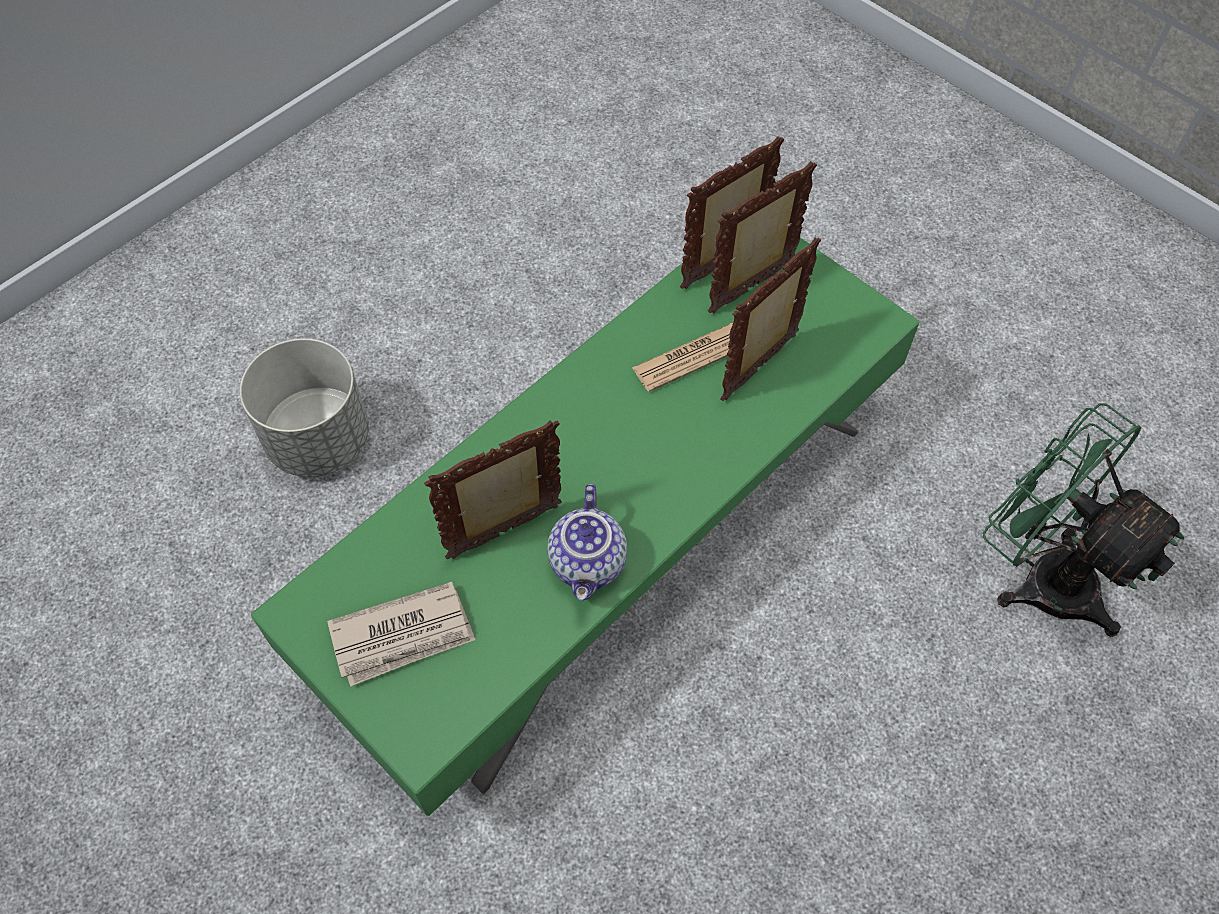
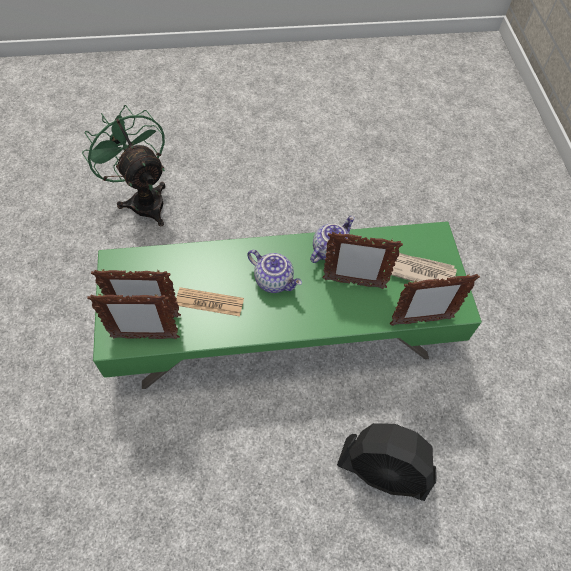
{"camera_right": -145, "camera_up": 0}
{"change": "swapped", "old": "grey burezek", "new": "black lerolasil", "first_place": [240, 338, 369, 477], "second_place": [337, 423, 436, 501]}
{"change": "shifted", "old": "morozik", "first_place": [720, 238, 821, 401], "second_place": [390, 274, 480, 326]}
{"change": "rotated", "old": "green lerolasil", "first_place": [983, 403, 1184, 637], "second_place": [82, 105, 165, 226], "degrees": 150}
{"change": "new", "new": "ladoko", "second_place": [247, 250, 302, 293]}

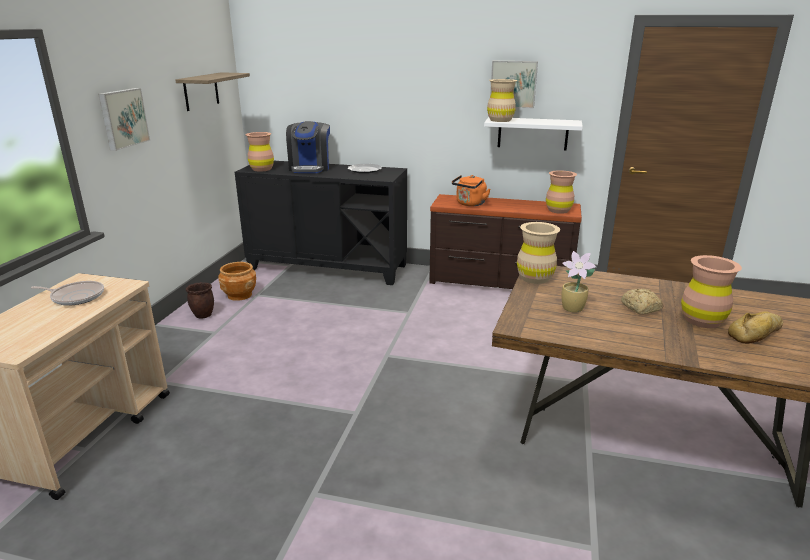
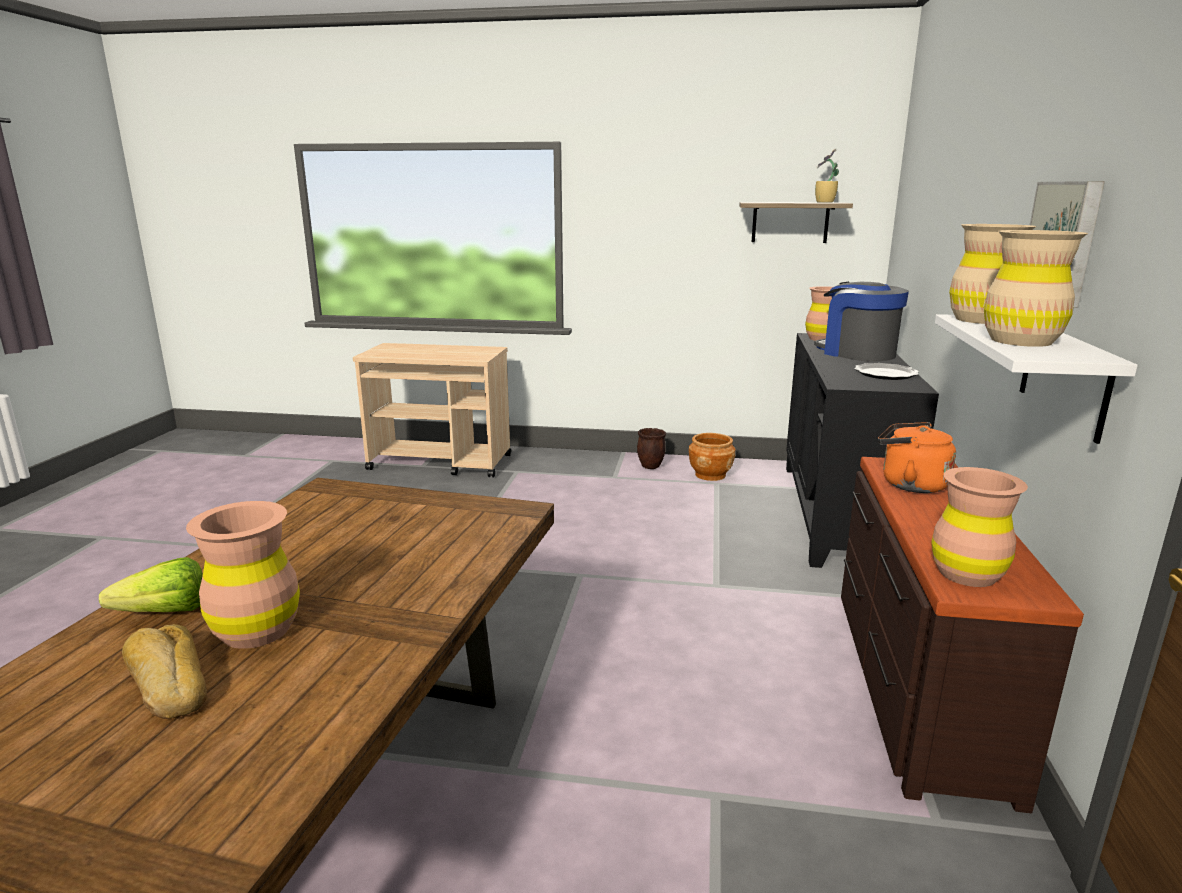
{"camera_right": 85, "camera_up": -5}
{"change": "gone", "old": "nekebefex", "first_place": [31, 281, 104, 306]}
{"change": "gone", "old": "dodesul", "first_place": [98, 88, 150, 151]}
{"change": "rotated", "old": "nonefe", "first_place": [286, 121, 330, 173], "second_place": [814, 282, 909, 361], "degrees": 60}
{"change": "shifted", "old": "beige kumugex", "first_place": [517, 222, 560, 284], "second_place": [984, 230, 1088, 347]}
{"change": "shifted", "old": "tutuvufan", "first_place": [561, 251, 596, 313], "second_place": [815, 148, 839, 203]}
{"change": "gone", "old": "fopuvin", "first_place": [621, 289, 664, 315]}
{"change": "new", "new": "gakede", "second_place": [99, 557, 203, 612]}

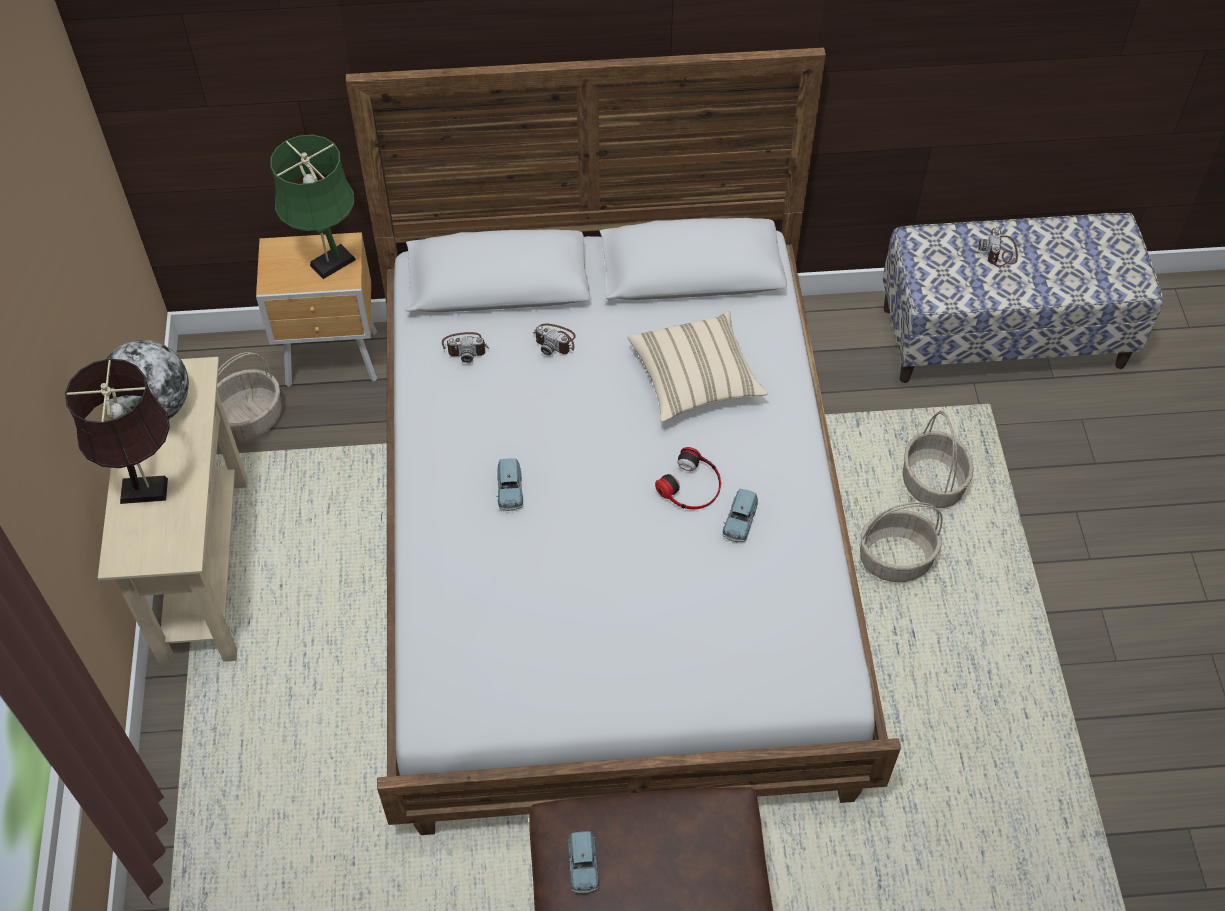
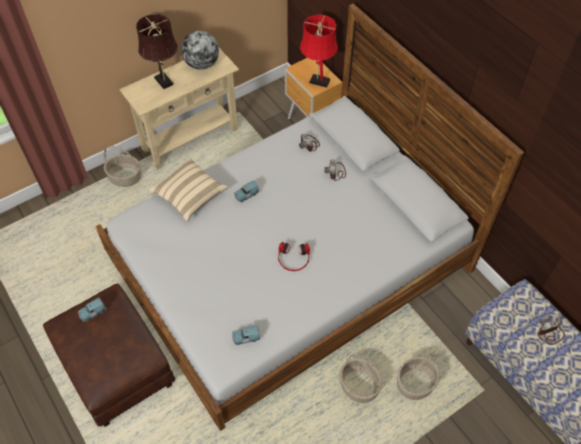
{"camera_right": 60, "camera_up": 0}
{"change": "shifted", "old": "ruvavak", "first_place": [217, 352, 282, 441], "second_place": [104, 146, 141, 187]}
{"change": "repainted", "old": "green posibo", "new": "red posibo", "first_place": [270, 135, 356, 279], "second_place": [300, 15, 338, 87]}
{"change": "shifted", "old": "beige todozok", "first_place": [627, 311, 768, 422], "second_place": [149, 158, 228, 221]}
{"change": "shifted", "old": "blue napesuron", "first_place": [723, 489, 758, 542], "second_place": [232, 325, 260, 345]}

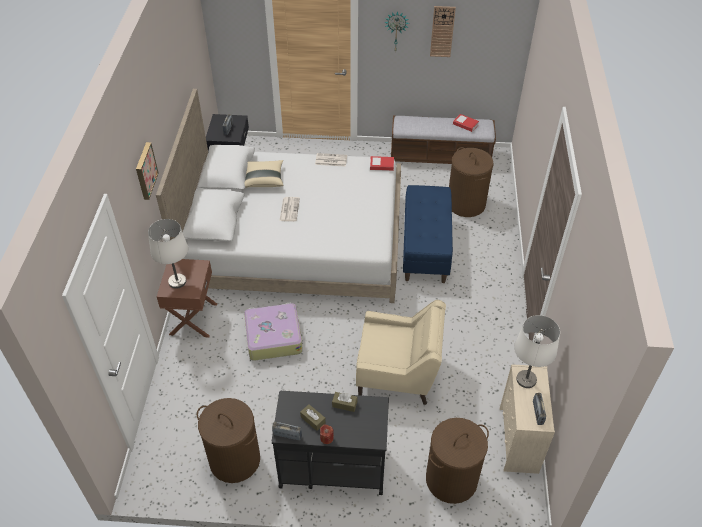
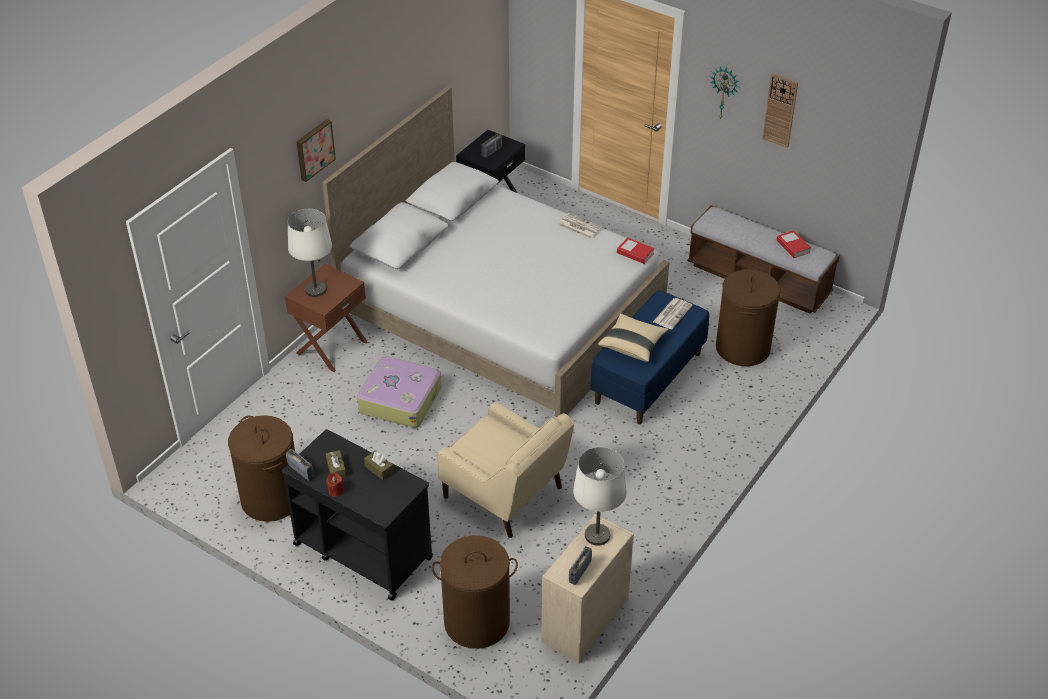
{"camera_right": 30, "camera_up": -5}
{"change": "shifted", "old": "beige todozok", "first_place": [244, 160, 284, 188], "second_place": [598, 313, 668, 362]}
{"change": "shifted", "old": "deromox", "first_place": [279, 197, 300, 221], "second_place": [653, 298, 693, 329]}

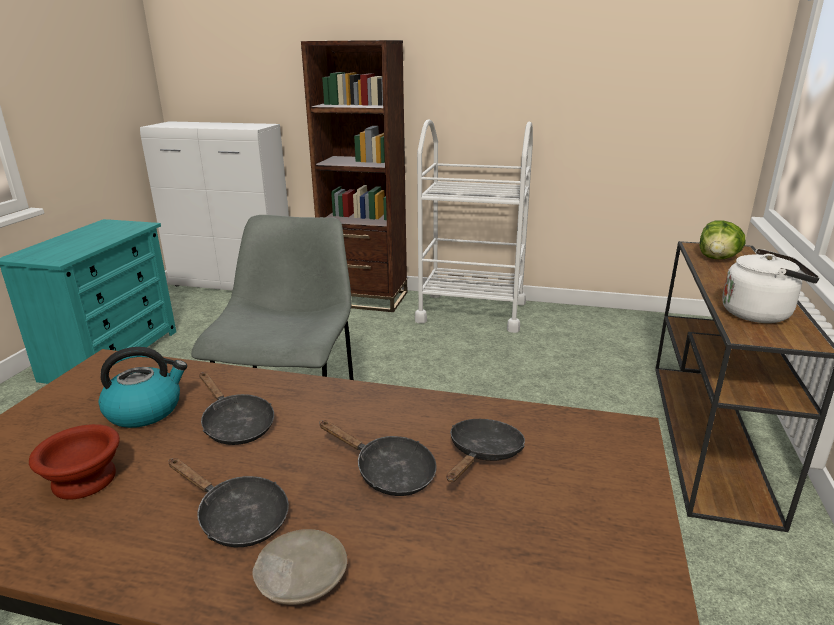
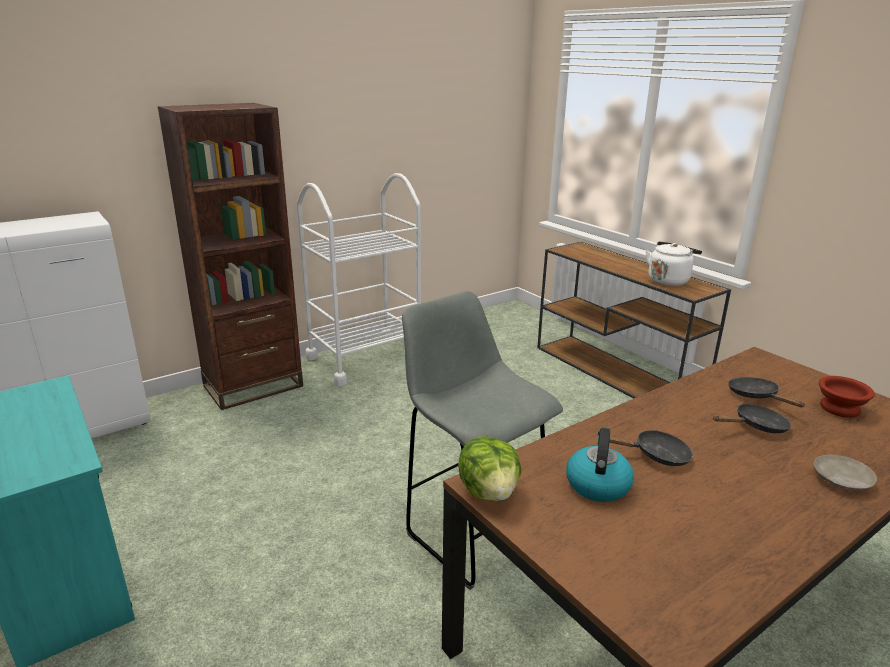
{"camera_right": -50, "camera_up": 0}
{"change": "shifted", "old": "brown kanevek", "first_place": [29, 424, 120, 500], "second_place": [819, 376, 875, 418]}
{"change": "gone", "old": "black nekebefex", "first_place": [168, 458, 289, 547]}
{"change": "shifted", "old": "gakede", "first_place": [700, 220, 746, 259], "second_place": [458, 436, 521, 501]}

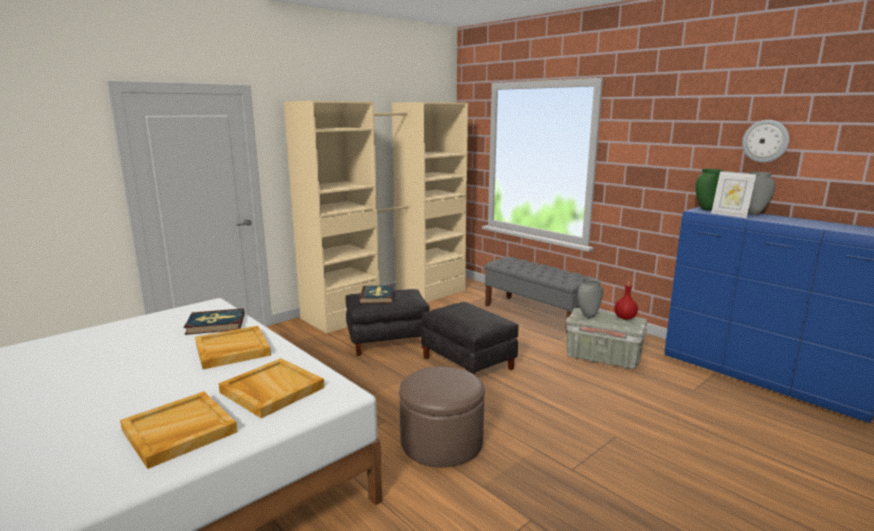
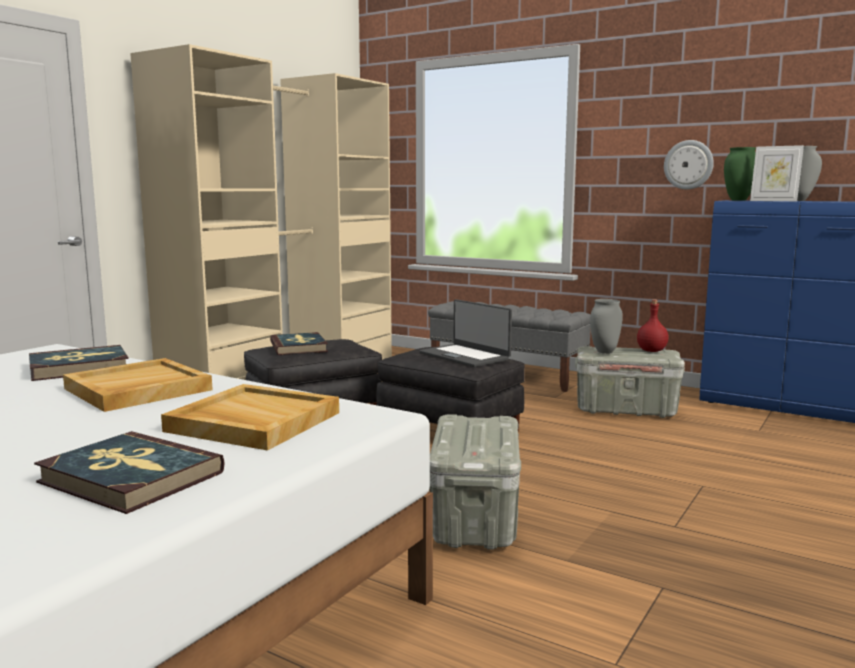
{"camera_right": -15, "camera_up": -5}
{"change": "swapped", "old": "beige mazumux", "new": "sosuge", "first_place": [120, 391, 238, 469], "second_place": [34, 431, 225, 514]}
{"change": "swapped", "old": "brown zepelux", "new": "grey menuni", "first_place": [399, 366, 485, 467], "second_place": [429, 414, 521, 550]}
{"change": "shifted", "old": "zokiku", "first_place": [742, 120, 789, 163], "second_place": [664, 140, 714, 190]}
{"change": "new", "new": "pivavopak", "second_place": [420, 299, 512, 367]}

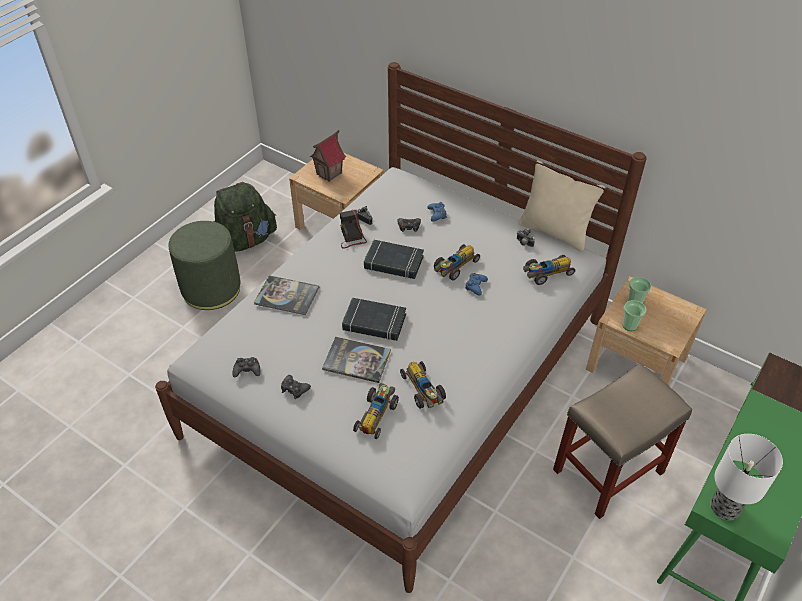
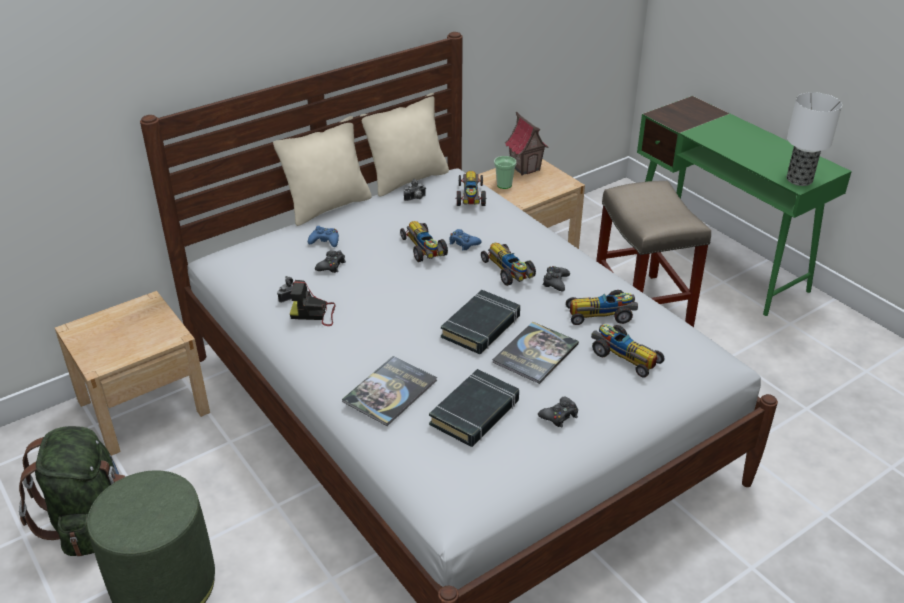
{"camera_right": -70, "camera_up": -10}
{"change": "shifted", "old": "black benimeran", "first_place": [232, 357, 261, 378], "second_place": [542, 266, 570, 291]}
{"change": "shifted", "old": "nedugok", "first_place": [309, 130, 346, 182], "second_place": [505, 112, 548, 175]}
{"change": "shifted", "old": "black sosuge", "first_place": [364, 240, 424, 279], "second_place": [429, 369, 519, 447]}
{"change": "gone", "old": "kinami", "first_place": [622, 300, 646, 331]}
{"change": "new", "new": "beige todozok", "second_place": [273, 116, 372, 226]}
{"change": "new", "new": "napesuron", "second_place": [481, 243, 536, 286]}

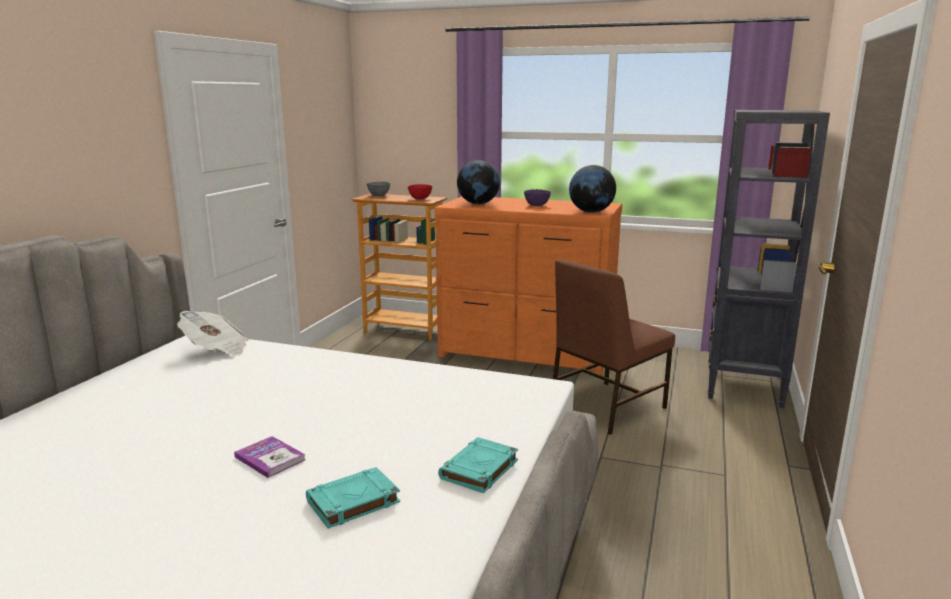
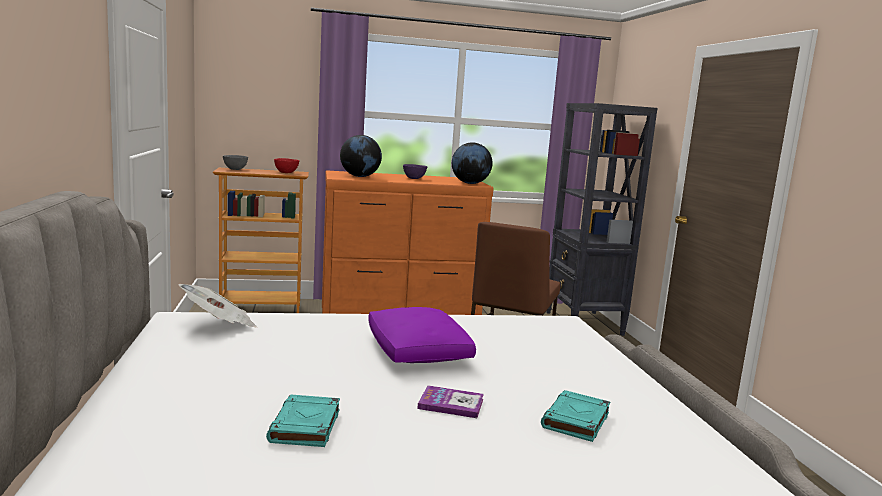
{"camera_right": -30, "camera_up": -5}
{"change": "shifted", "old": "turquoise sosuge", "first_place": [438, 437, 518, 493], "second_place": [266, 395, 340, 447]}
{"change": "new", "new": "purple todozok", "second_place": [368, 307, 476, 363]}

